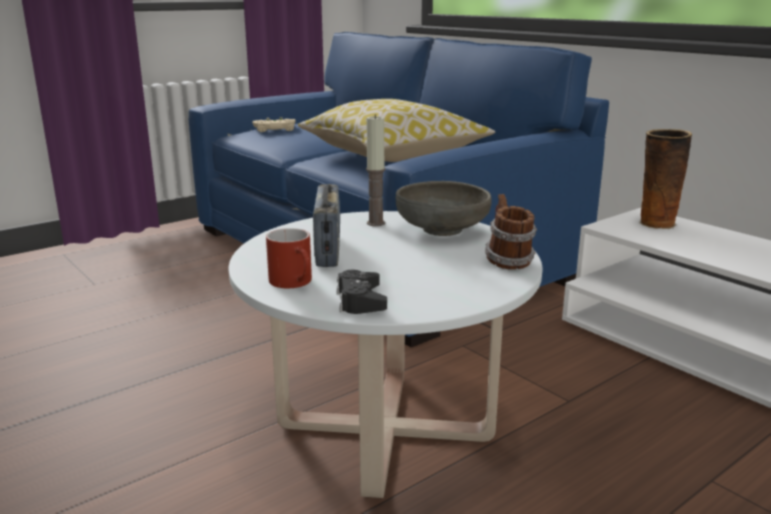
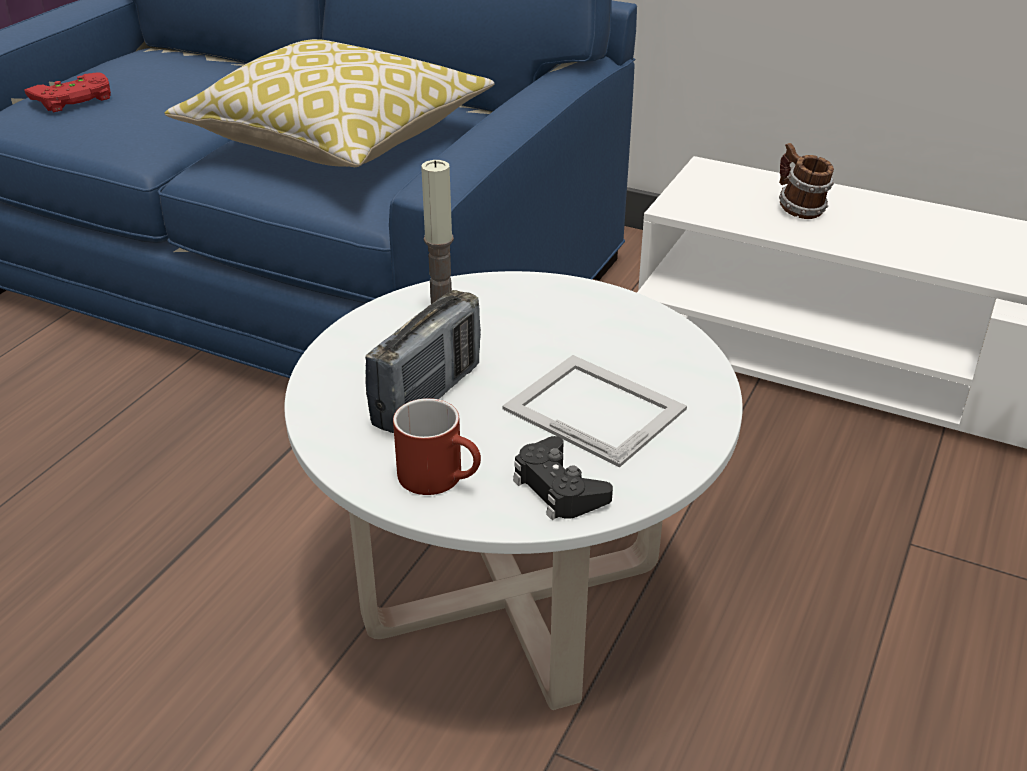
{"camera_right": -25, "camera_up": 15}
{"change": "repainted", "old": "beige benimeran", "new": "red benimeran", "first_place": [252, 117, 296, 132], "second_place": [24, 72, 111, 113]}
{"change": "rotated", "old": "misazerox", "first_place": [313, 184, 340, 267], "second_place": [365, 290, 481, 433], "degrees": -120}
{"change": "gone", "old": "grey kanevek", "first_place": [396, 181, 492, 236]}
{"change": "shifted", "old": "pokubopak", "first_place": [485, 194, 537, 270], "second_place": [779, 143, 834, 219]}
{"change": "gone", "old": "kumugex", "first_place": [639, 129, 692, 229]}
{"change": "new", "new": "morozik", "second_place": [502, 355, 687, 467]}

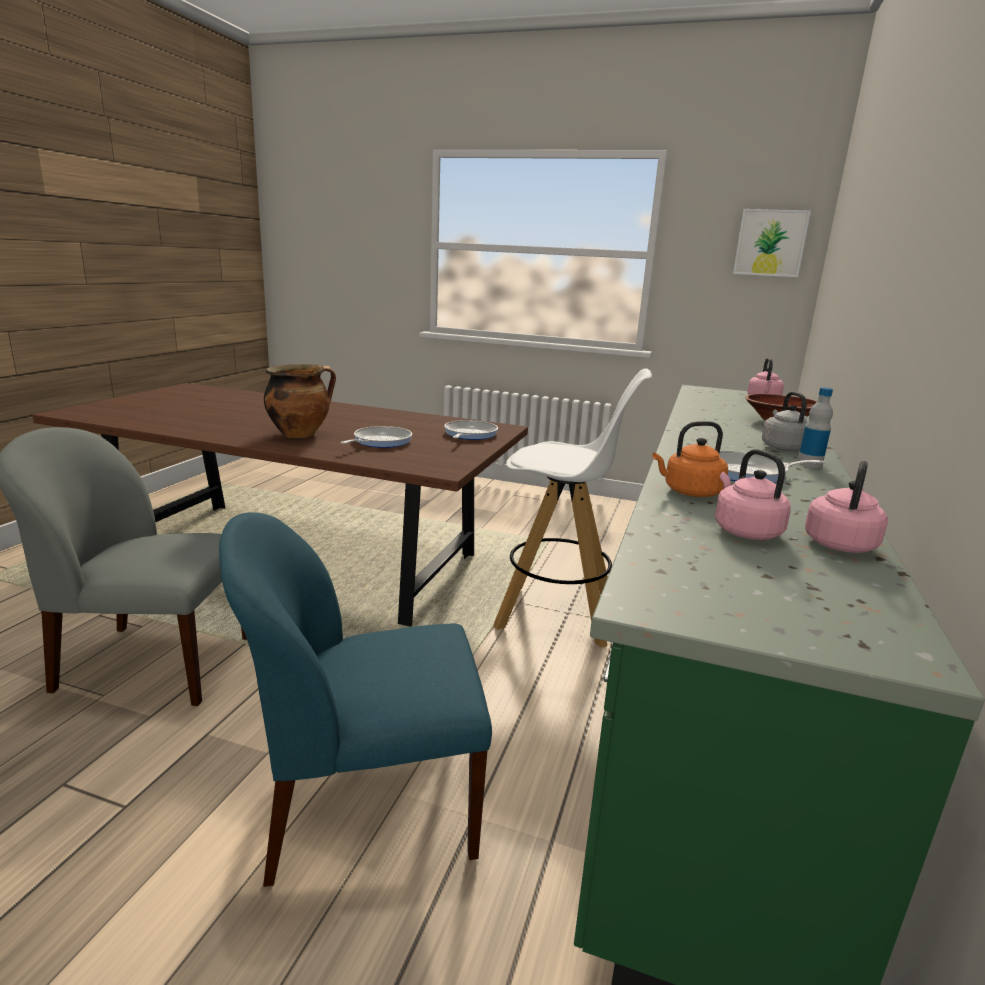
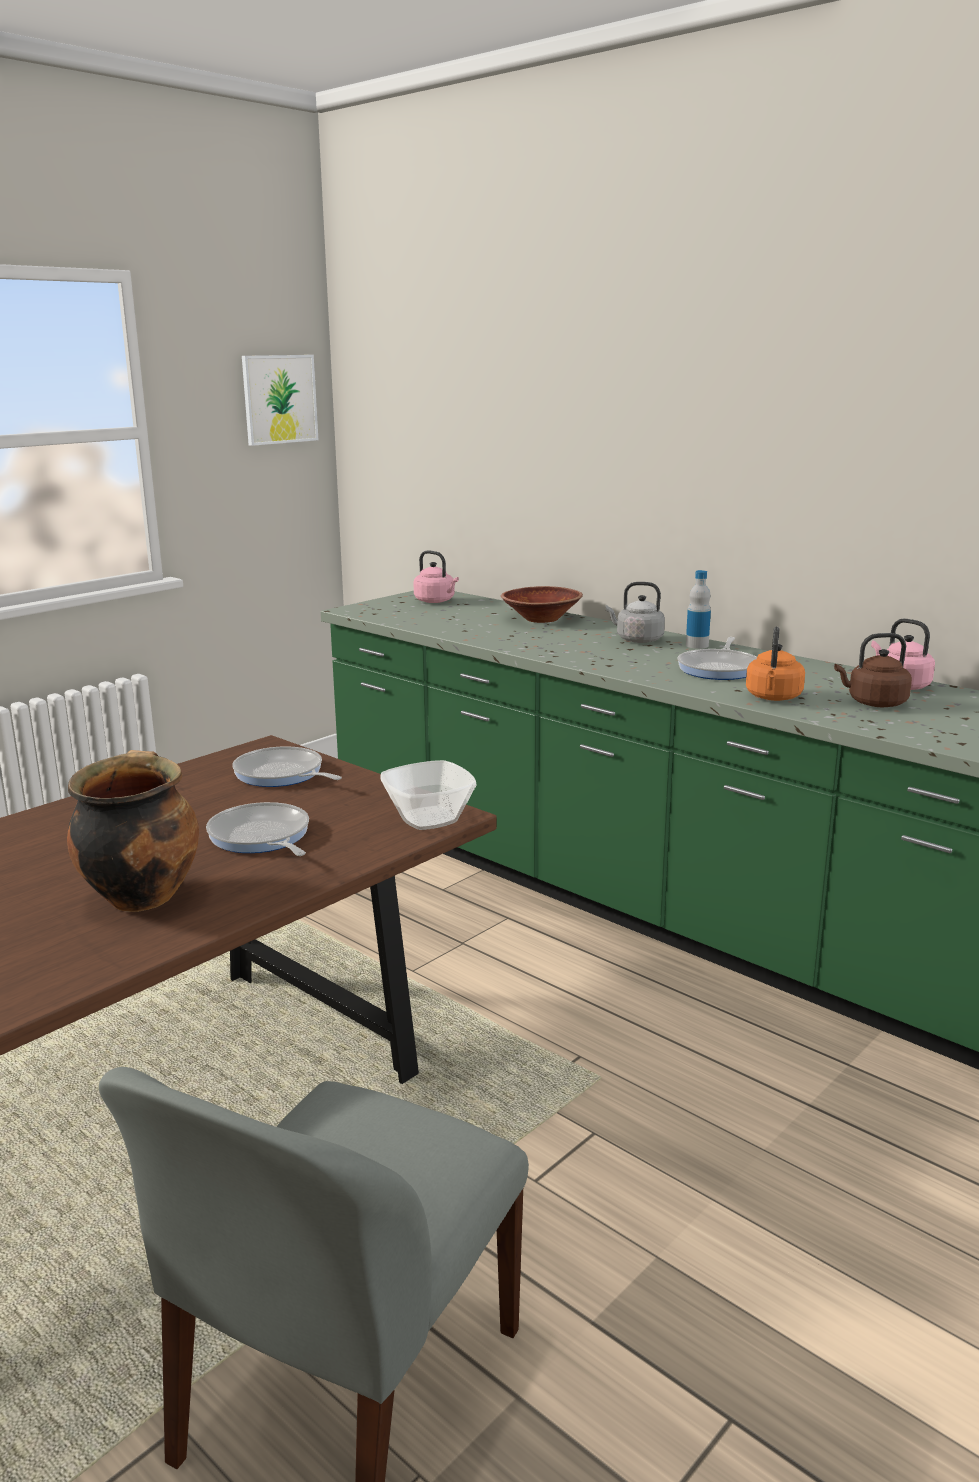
{"camera_right": -65, "camera_up": 0}
{"change": "gone", "old": "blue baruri", "first_place": [219, 512, 492, 887]}
{"change": "gone", "old": "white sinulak", "first_place": [493, 369, 653, 648]}
{"change": "repainted", "old": "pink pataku", "new": "brown pataku", "first_place": [715, 449, 791, 540], "second_place": [834, 633, 912, 707]}
{"change": "new", "new": "kanevek", "second_place": [381, 760, 477, 830]}

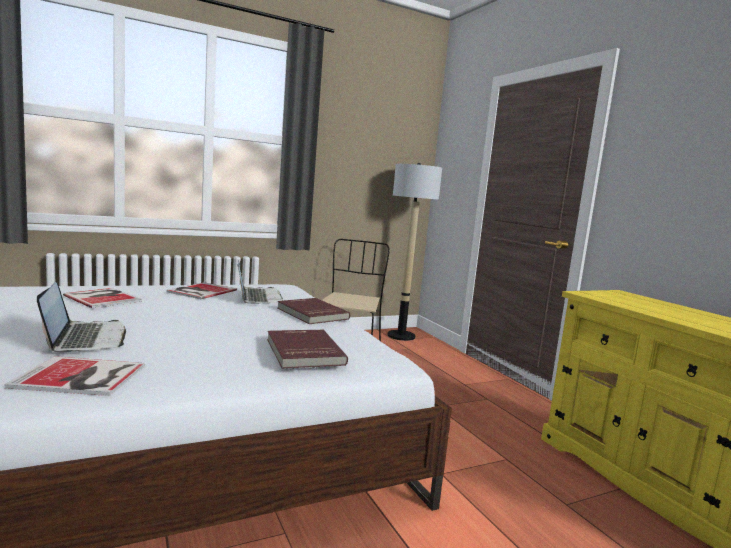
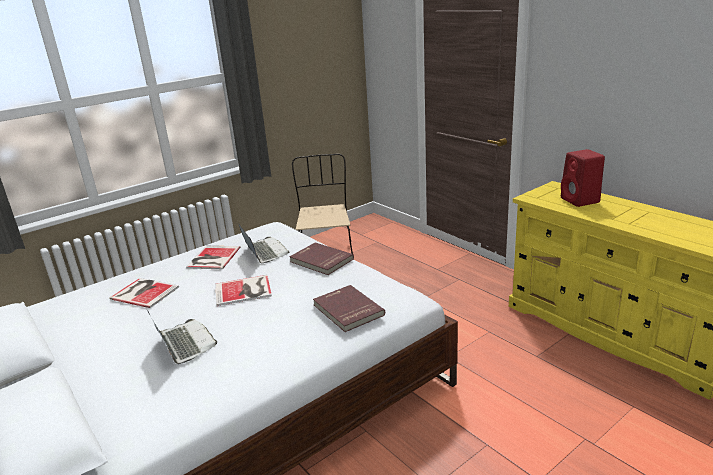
{"camera_right": -10, "camera_up": 15}
{"change": "shifted", "old": "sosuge", "first_place": [5, 356, 145, 396], "second_place": [216, 275, 272, 306]}
{"change": "gone", "old": "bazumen", "first_place": [387, 163, 442, 341]}
{"change": "new", "new": "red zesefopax", "second_place": [561, 149, 605, 207]}

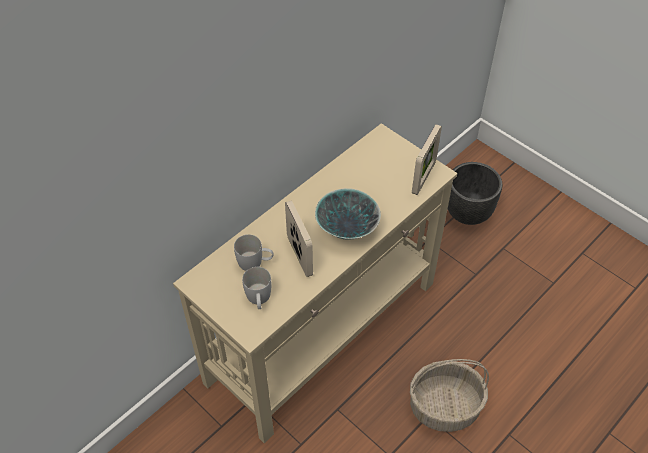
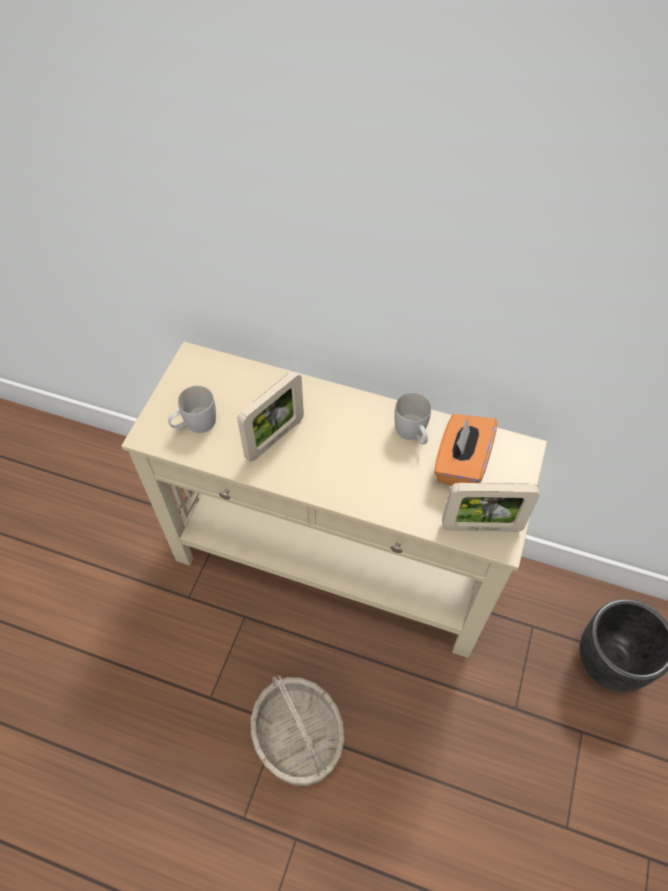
{"camera_right": 65, "camera_up": 5}
{"change": "shifted", "old": "white pokubopak", "first_place": [234, 234, 273, 271], "second_place": [394, 392, 431, 444]}
{"change": "gone", "old": "kanevek", "first_place": [315, 188, 381, 240]}
{"change": "new", "new": "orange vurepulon", "second_place": [434, 414, 497, 486]}

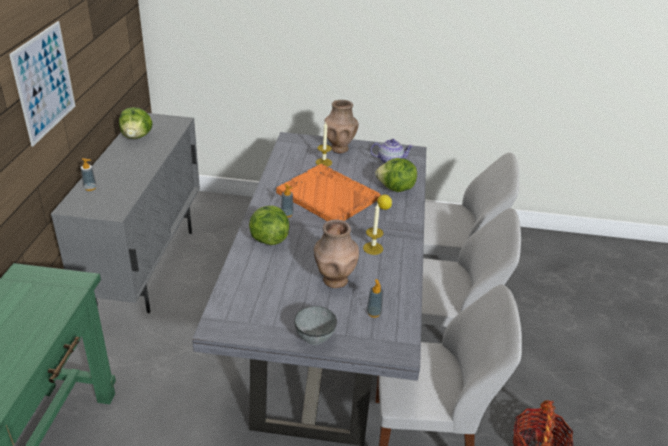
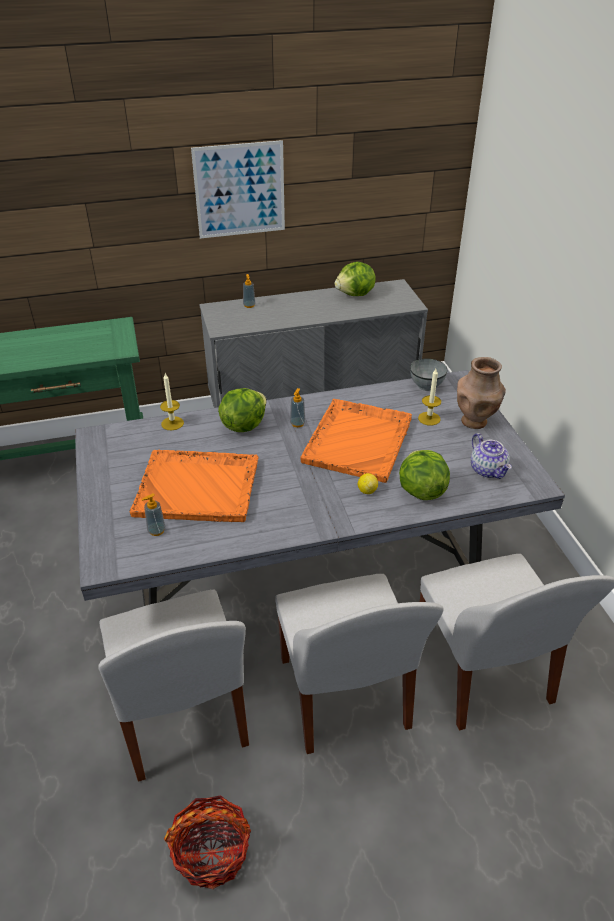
{"camera_right": 70, "camera_up": 5}
{"change": "shifted", "old": "grey kanevek", "first_place": [294, 306, 337, 345], "second_place": [410, 359, 448, 391]}
{"change": "swapped", "old": "brown kumugex", "new": "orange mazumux", "first_place": [314, 219, 359, 288], "second_place": [129, 450, 259, 522]}
{"change": "shifted", "old": "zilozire", "first_place": [363, 204, 384, 255], "second_place": [160, 373, 184, 431]}

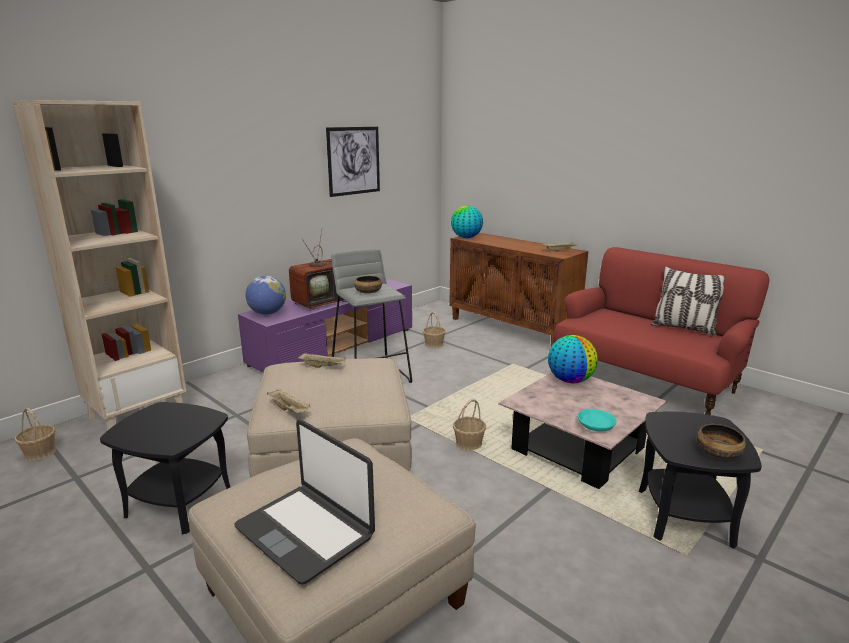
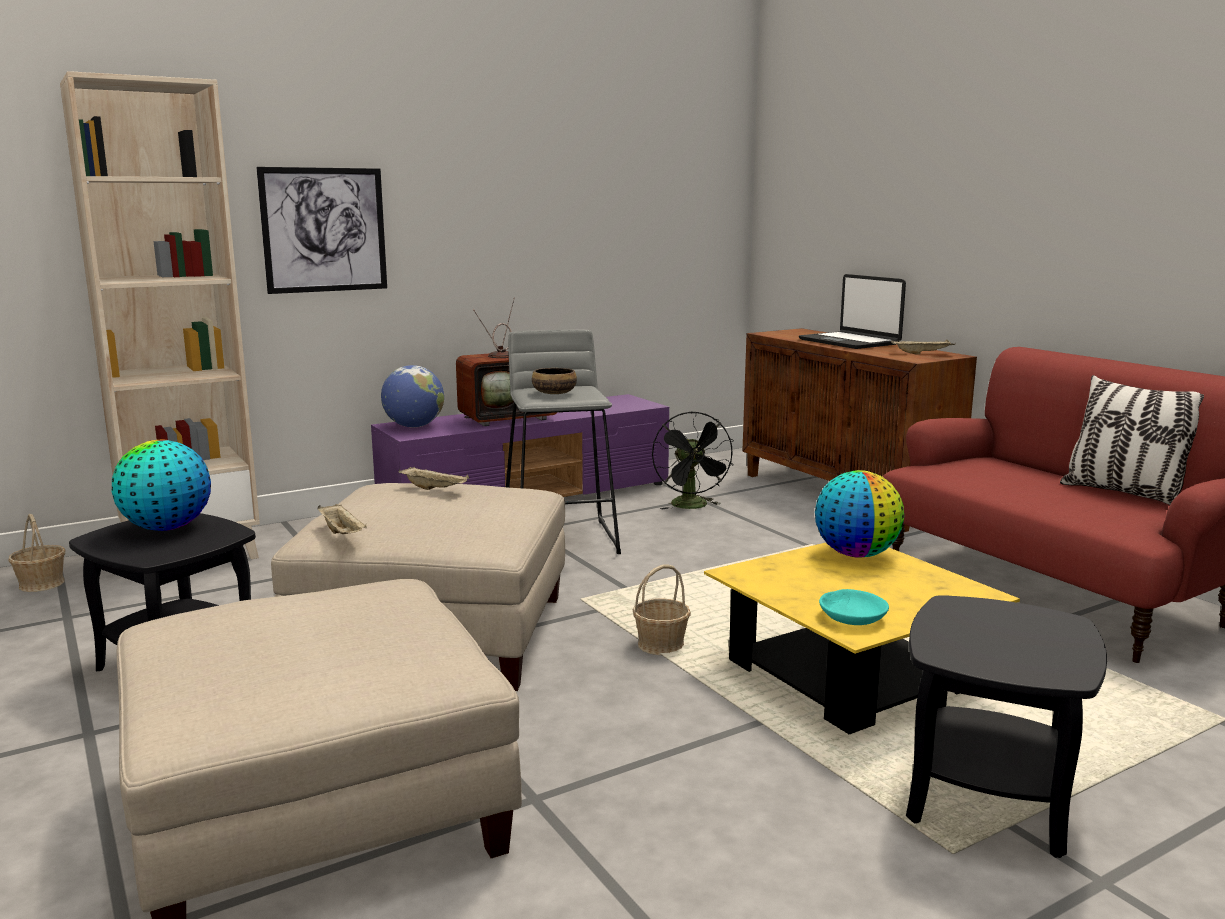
{"camera_right": 15, "camera_up": -5}
{"change": "shifted", "old": "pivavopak", "first_place": [234, 420, 375, 585], "second_place": [799, 274, 906, 349]}
{"change": "shifted", "old": "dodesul", "first_place": [326, 127, 380, 197], "second_place": [256, 167, 387, 294]}
{"change": "swapped", "old": "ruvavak", "new": "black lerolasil", "first_place": [423, 312, 446, 348], "second_place": [652, 412, 734, 510]}
{"change": "shifted", "old": "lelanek", "first_place": [451, 206, 483, 238], "second_place": [112, 440, 211, 531]}
{"change": "repainted", "old": "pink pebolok", "new": "yellow pebolok", "first_place": [498, 373, 667, 489], "second_place": [704, 543, 1020, 734]}
{"change": "gone", "old": "kanevek", "first_place": [697, 424, 746, 459]}

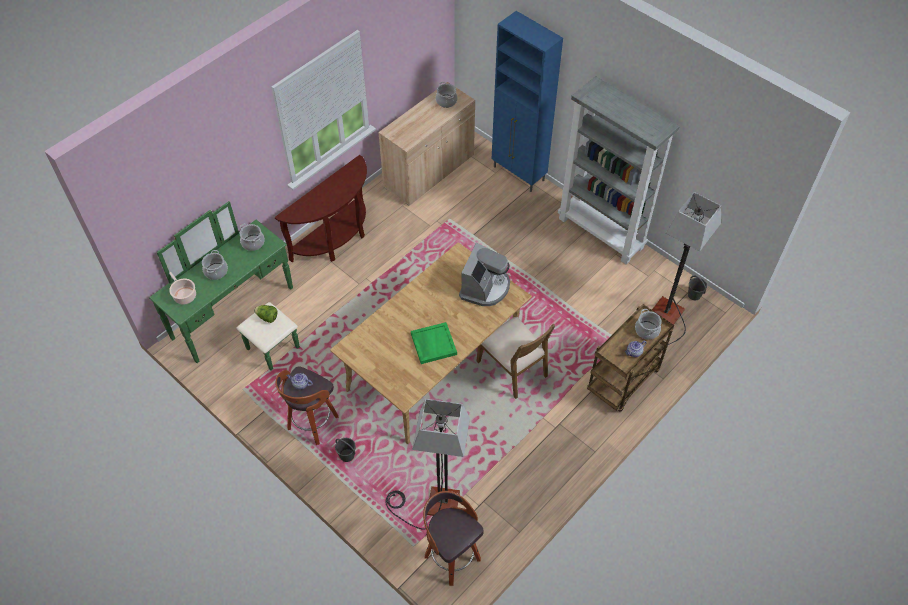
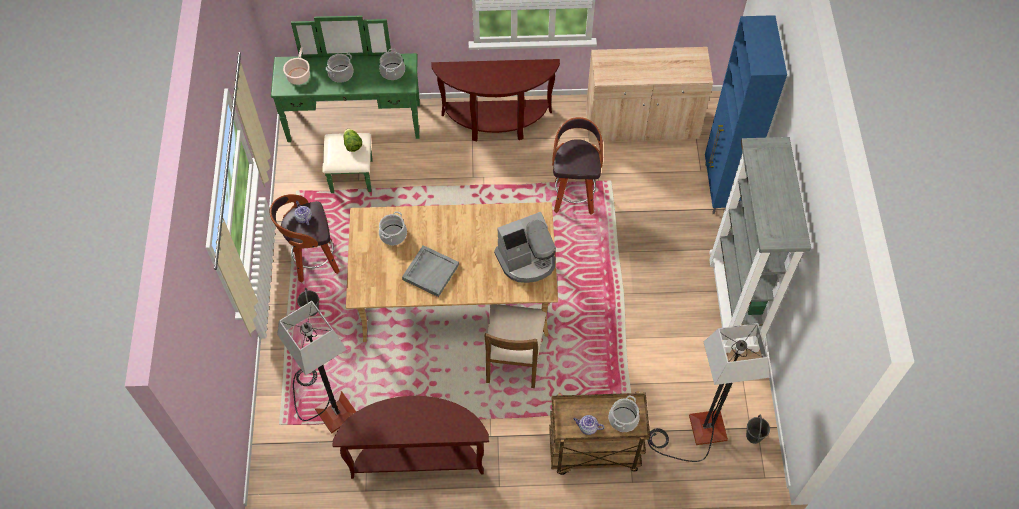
{"camera_right": 45, "camera_up": 5}
{"change": "repainted", "old": "green mazumux", "new": "grey mazumux", "first_place": [411, 322, 457, 364], "second_place": [402, 245, 459, 297]}
{"change": "shifted", "old": "sinulak", "first_place": [423, 491, 484, 586], "second_place": [552, 117, 603, 215]}
{"change": "shifted", "old": "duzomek", "first_place": [436, 82, 458, 108], "second_place": [379, 211, 407, 246]}
{"change": "new", "new": "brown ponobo", "second_place": [333, 396, 489, 479]}

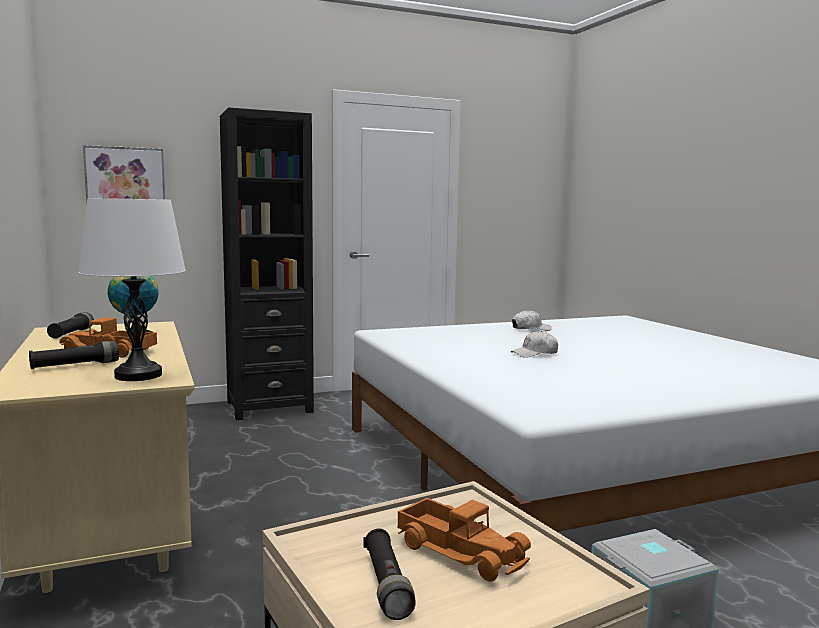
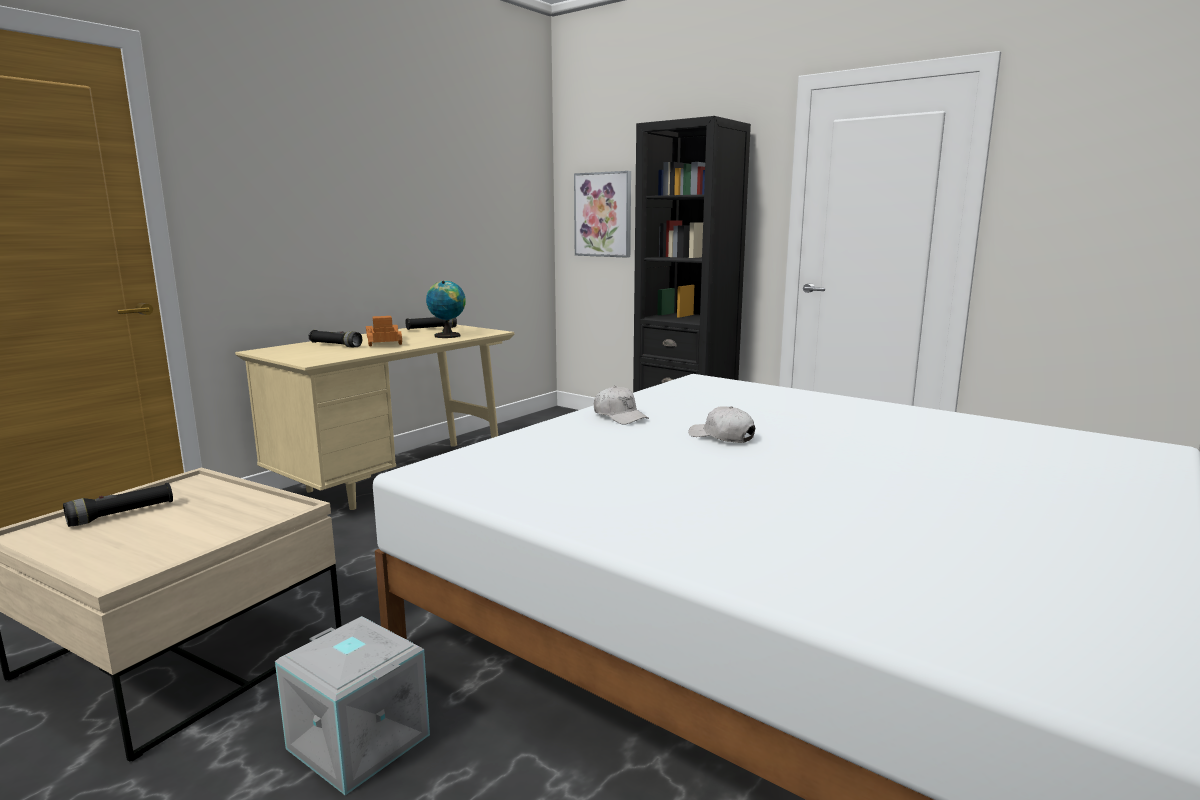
{"camera_right": 60, "camera_up": 5}
{"change": "gone", "old": "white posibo", "first_place": [78, 198, 186, 381]}
{"change": "gone", "old": "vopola", "first_place": [398, 498, 531, 582]}
{"change": "shifted", "old": "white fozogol", "first_place": [512, 310, 552, 331], "second_place": [594, 386, 649, 425]}

